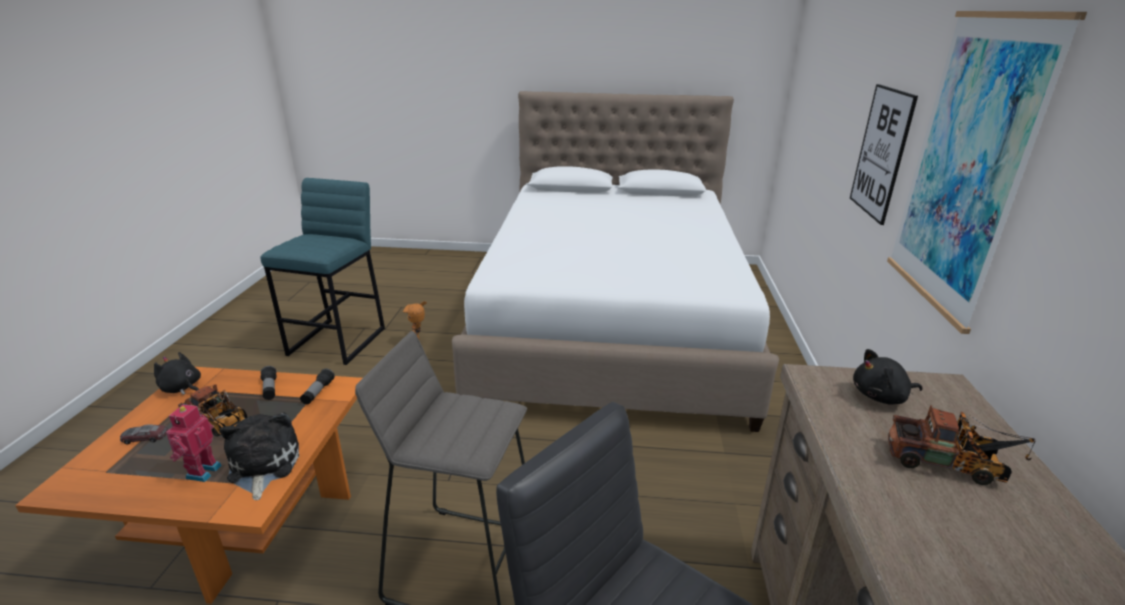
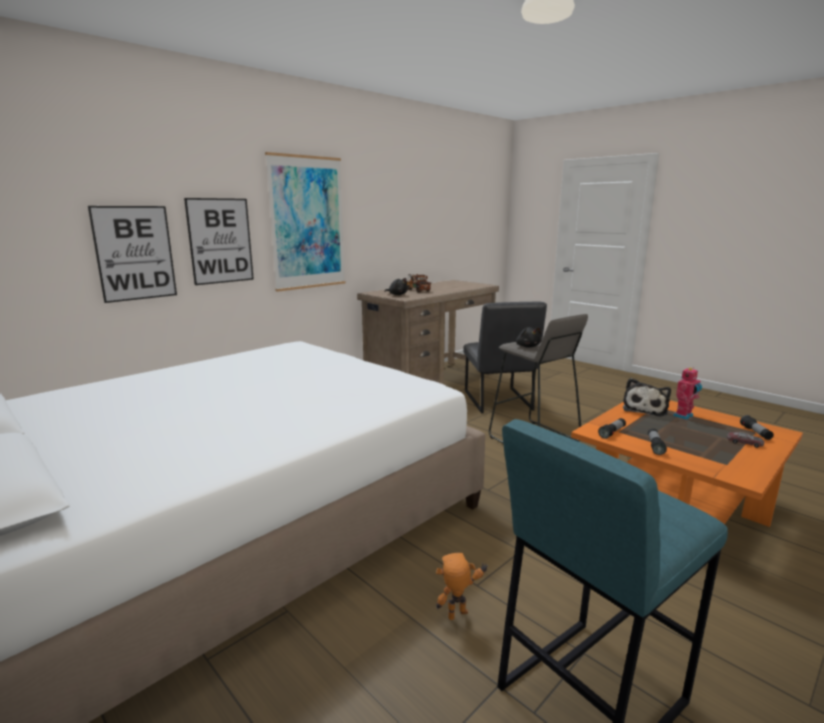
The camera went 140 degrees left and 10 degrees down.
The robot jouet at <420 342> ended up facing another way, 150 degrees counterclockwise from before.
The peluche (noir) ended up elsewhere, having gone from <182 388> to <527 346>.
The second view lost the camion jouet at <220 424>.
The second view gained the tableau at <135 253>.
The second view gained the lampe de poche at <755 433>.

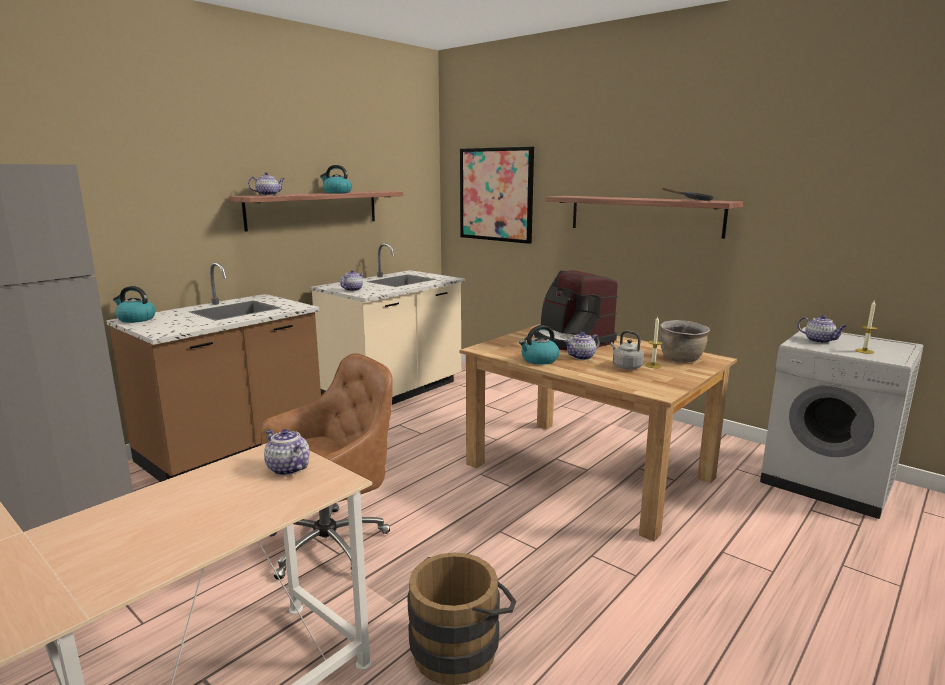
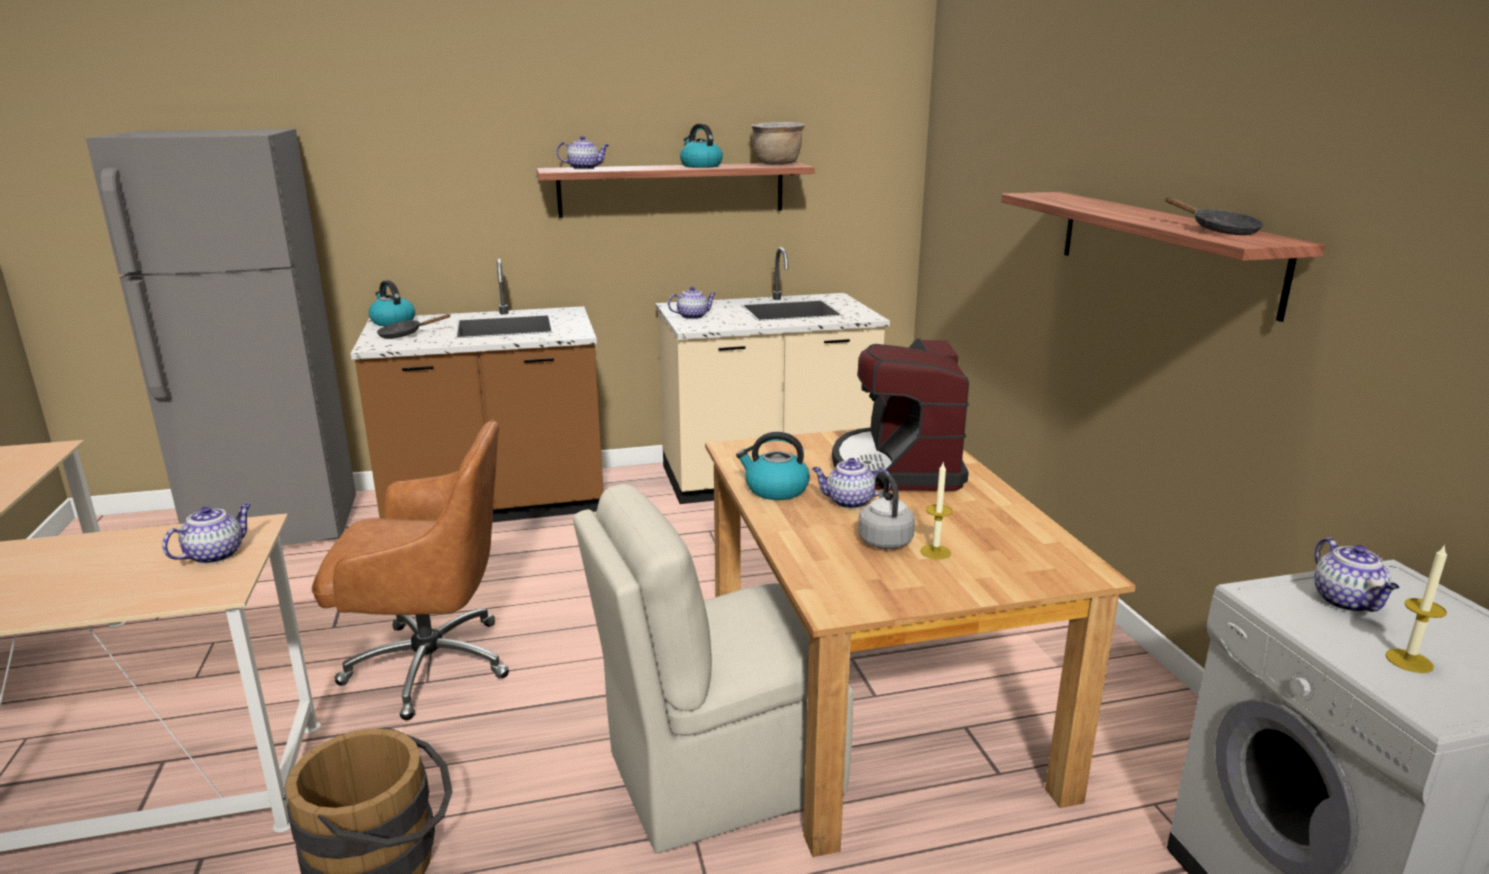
The camera went 35 degrees right and 5 degrees up.
The second view lost the tableau at <496 194>.
The marmite (marron) ended up elsewhere, having gone from <681 359> to <777 164>.
The théière at <287 468> ended up facing another way, 45 degrees clockwise from before.
The second view gained the poêle (noir) at <405 335>.
The second view gained the chaise (beige) at <718 774>.

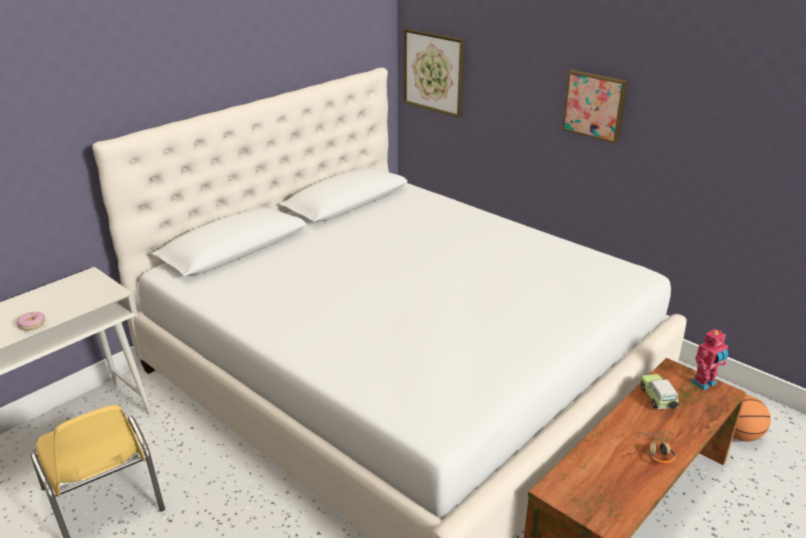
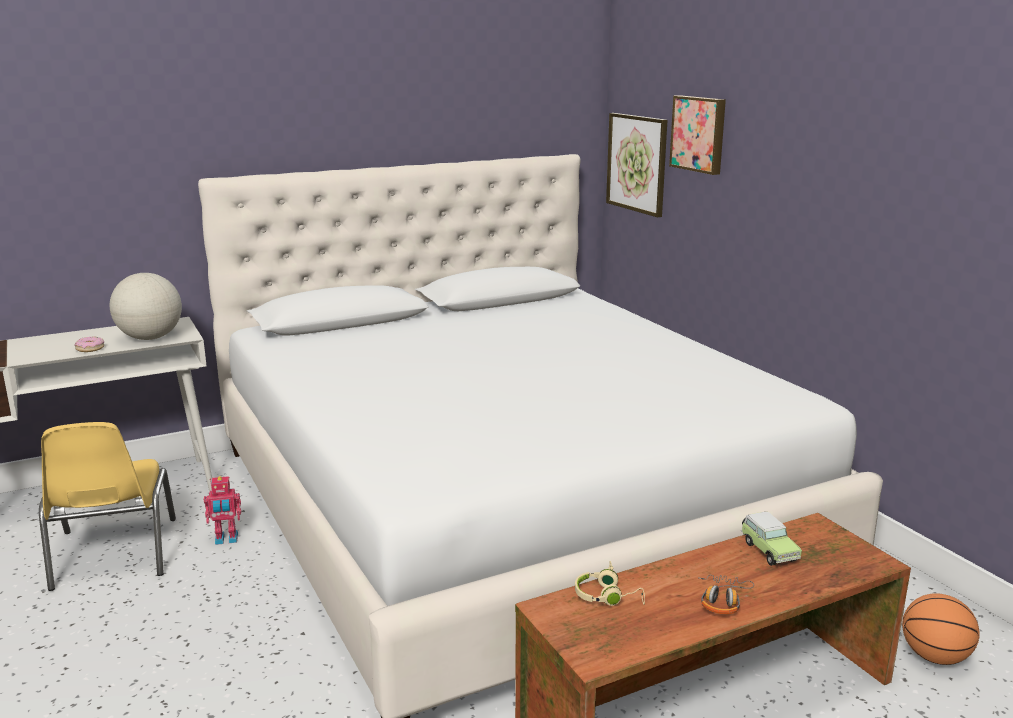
The camera went 20 degrees right and 10 degrees down.
The tableau ended up elsewhere, having gone from <595 105> to <699 134>.
The robot jouet ended up elsewhere, having gone from <704 383> to <226 539>.
The petite voiture at <657 399> ended up facing another way, 150 degrees clockwise from before.
The second view gained the globe at <150 338>.
The second view gained the casque audio (beige) at <608 597>.

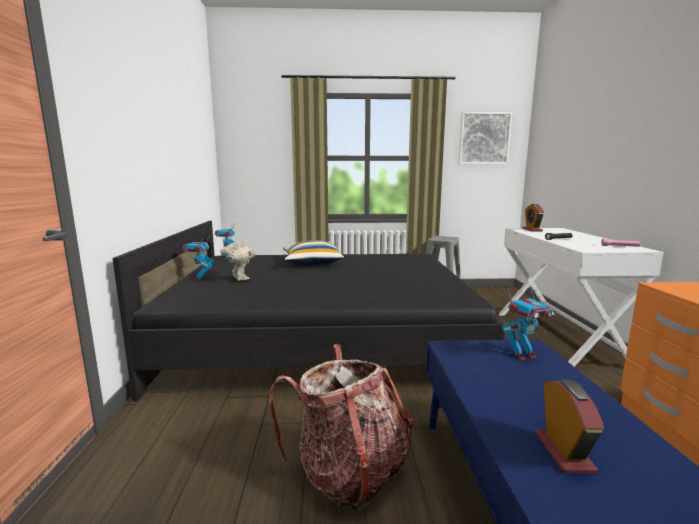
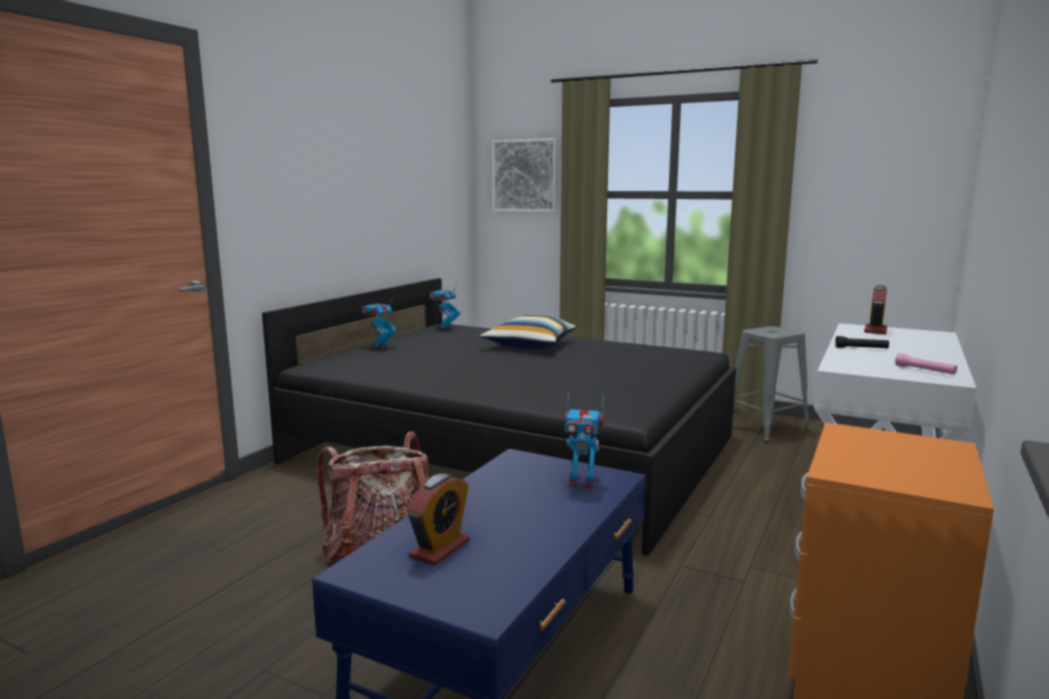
The camera went 30 degrees right and 0 degrees up.
The tableau ended up elsewhere, having gone from <484 138> to <525 176>.
The second view lost the robot jouet at <239 278>.

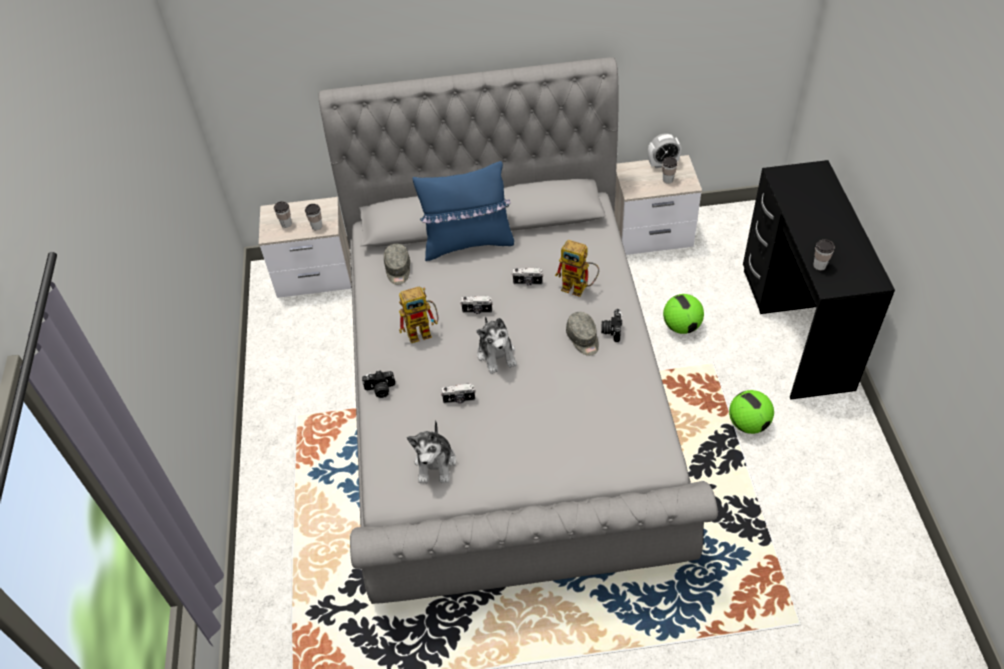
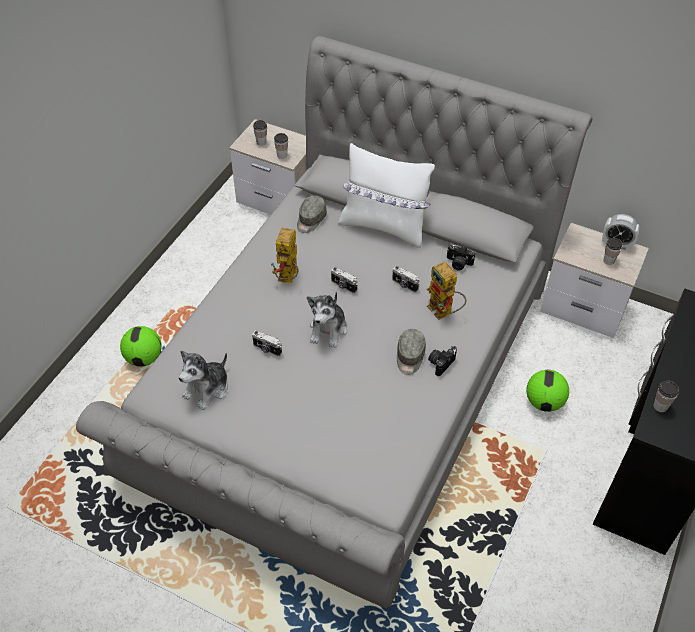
The camera went 30 degrees right and 0 degrees up.
What was the coussin (bleu) at <467 243> turned into the coussin (blanc) at <384 227>.
The robot jouet at <423 331> ended up facing another way, 90 degrees clockwise from before.
The appareil photo ended up elsewhere, having gone from <380 390> to <458 263>.
The ballon de foot ended up elsewhere, having gone from <748 423> to <144 358>.

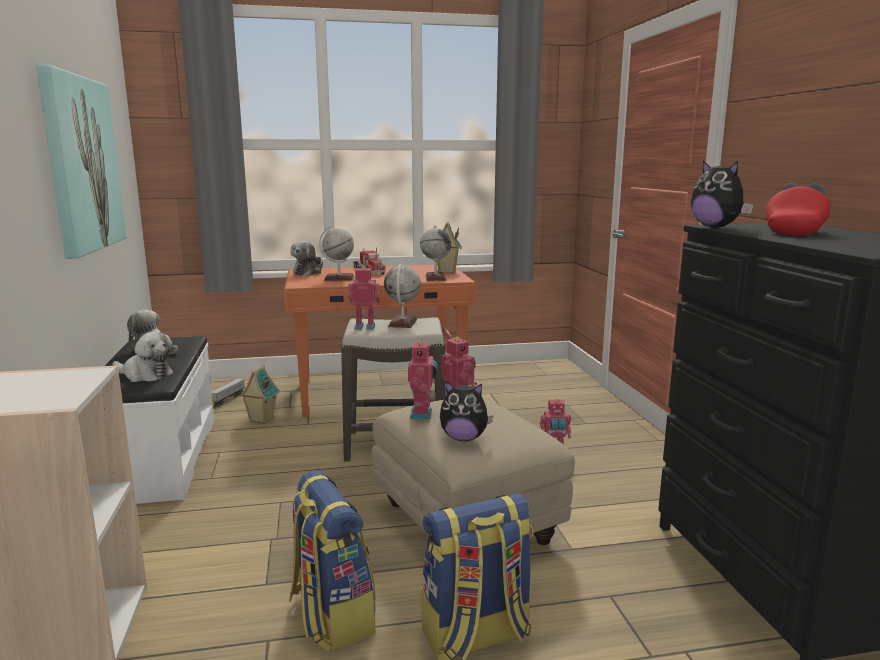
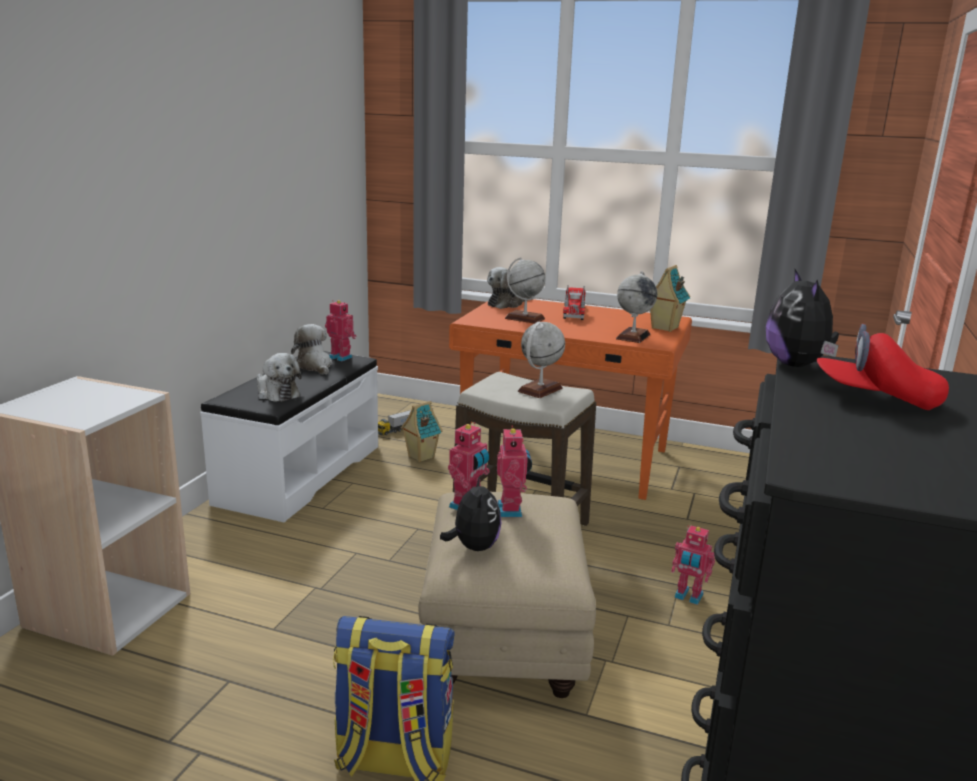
The camera went 30 degrees right and 5 degrees up.
The second view lost the tableau at <81 164>.
The casquette (rouge) at <794 232> ended up facing another way, 135 degrees counterclockwise from before.
The robot jouet ended up elsewhere, having gone from <365 327> to <341 357>.
The peluche at <464 438> ended up facing another way, 135 degrees counterclockwise from before.
The second view lost the sac à dos at <331 616>.

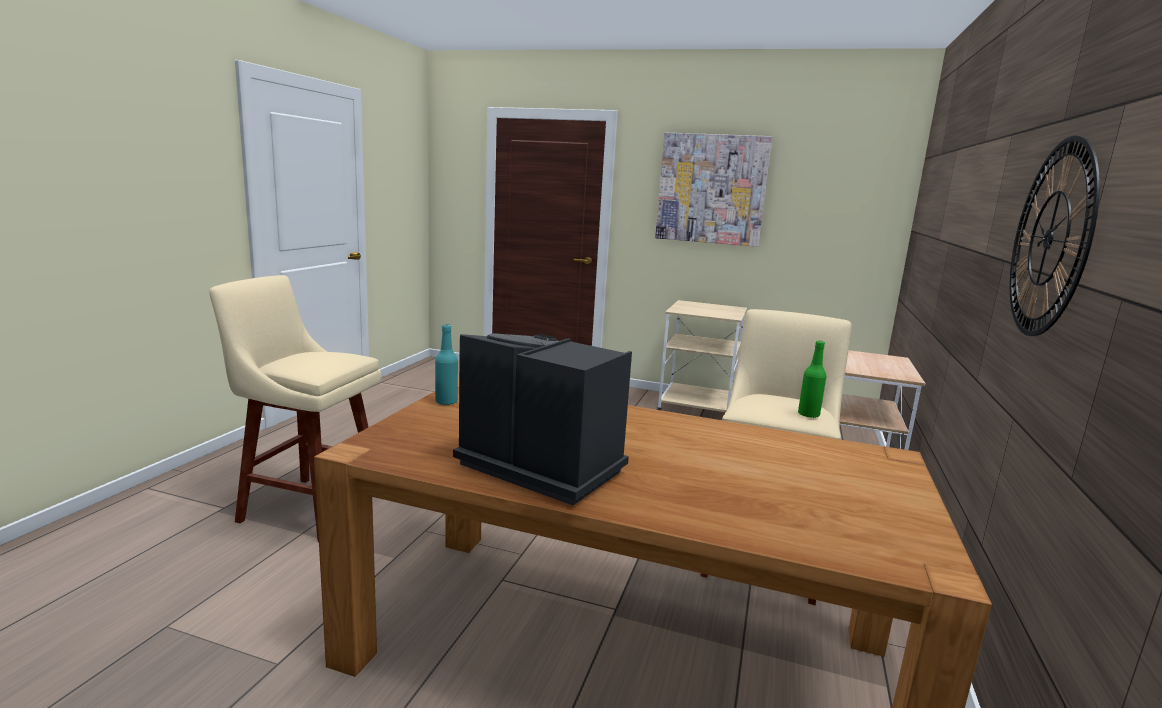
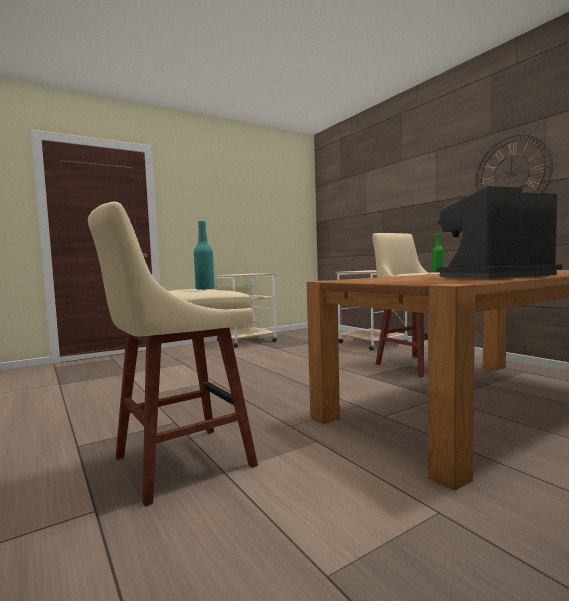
The camera went 50 degrees left and 10 degrees down.
The second view lost the tableau at <711 189>.
The bouteille (turquoise) ended up elsewhere, having gone from <446 402> to <205 289>.

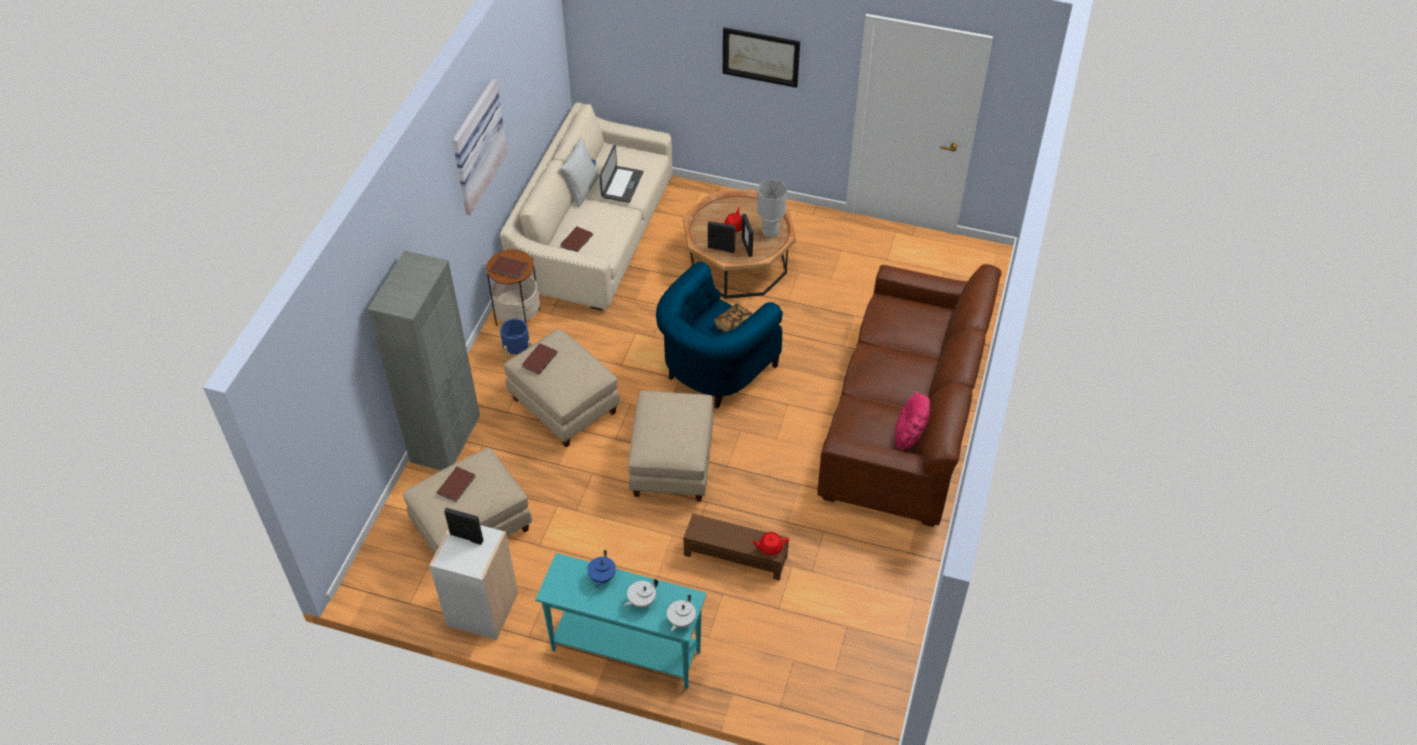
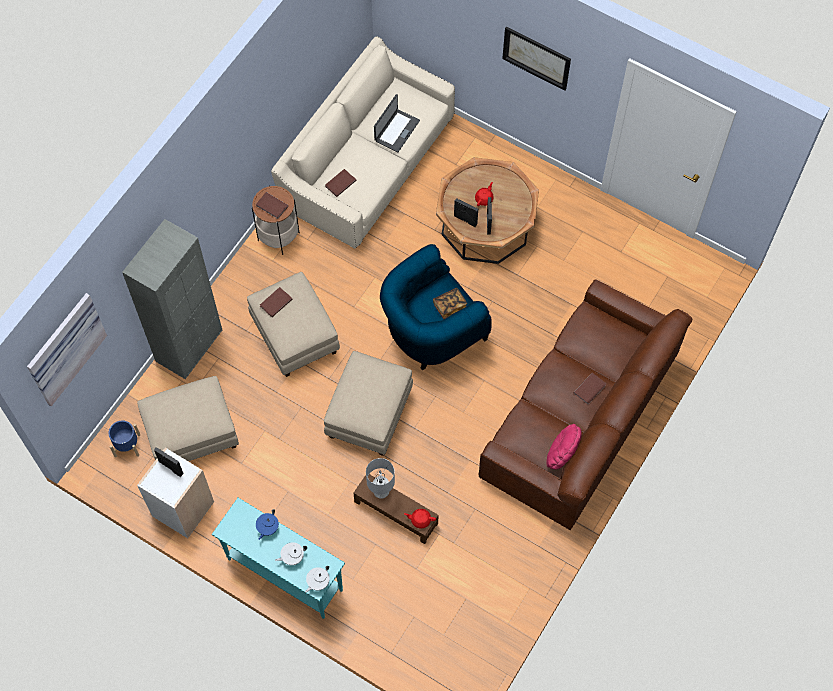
The camera went 15 degrees right and 15 degrees up.
The tableau ended up elsewhere, having gone from <475 146> to <64 347>.
The second view lost the coussin (gris) at <582 190>.
The lampe de table (gris) ended up elsewhere, having gone from <770 233> to <381 492>.
The cache-pot (bleu) ended up elsewhere, having gone from <518 354> to <127 445>.
The livre (marron) ended up elsewhere, having gone from <457 485> to <590 389>.

